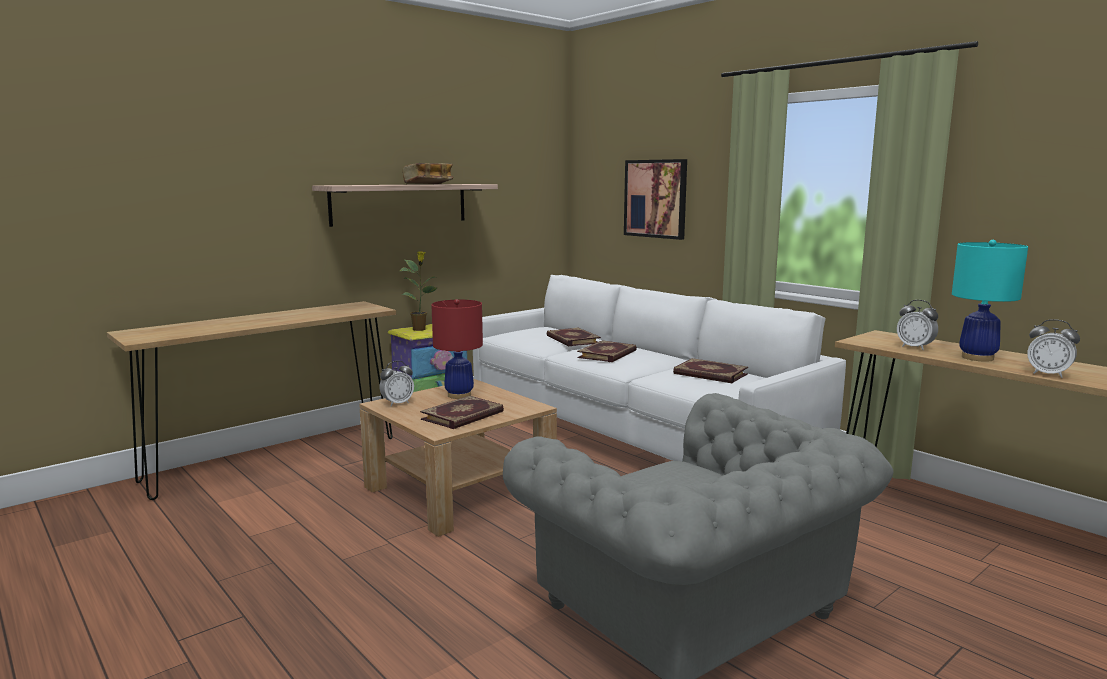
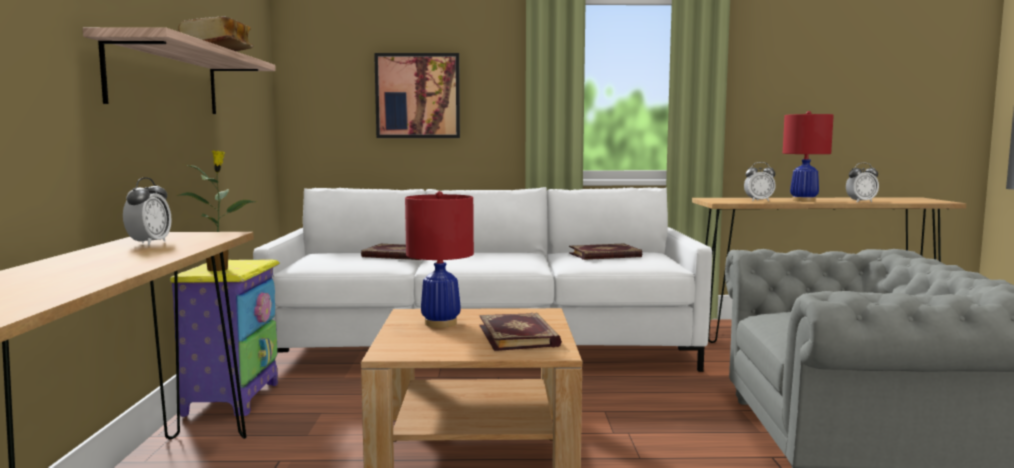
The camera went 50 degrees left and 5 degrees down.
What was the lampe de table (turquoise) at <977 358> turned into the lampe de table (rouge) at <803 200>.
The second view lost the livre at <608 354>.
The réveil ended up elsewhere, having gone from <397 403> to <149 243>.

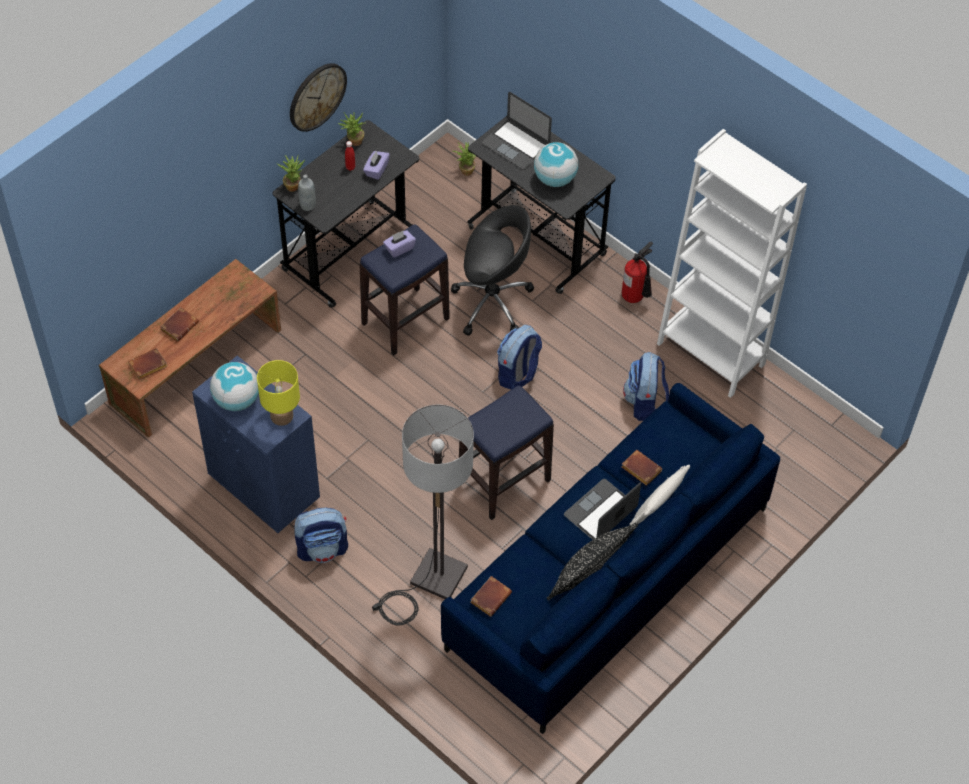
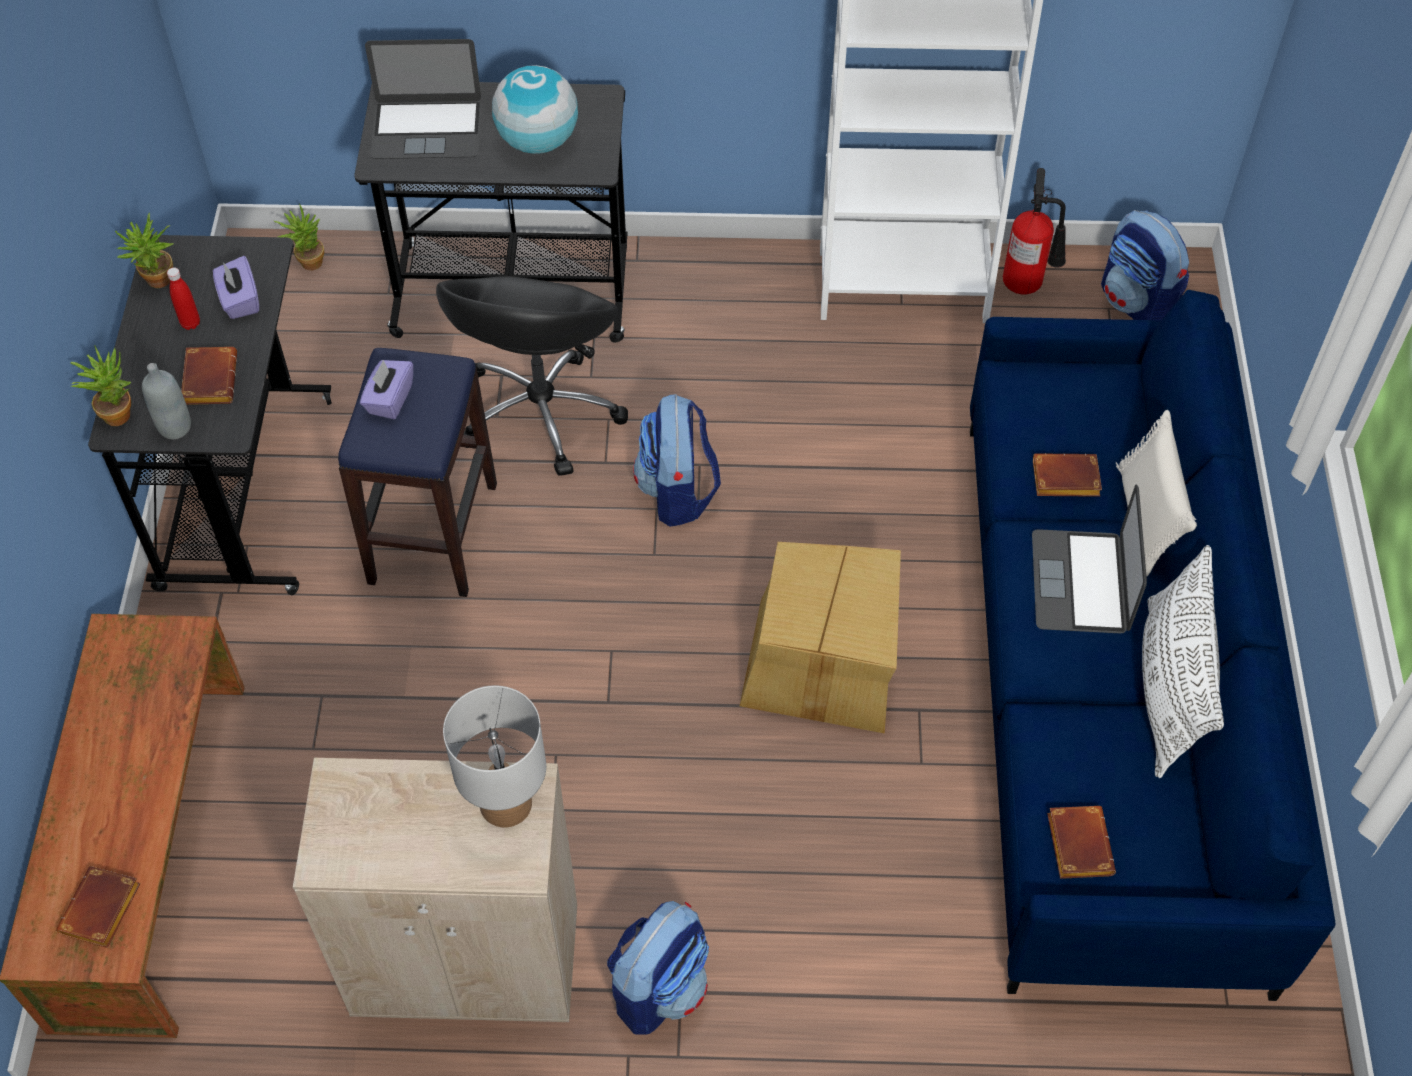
The camera went 40 degrees left and 0 degrees up.
The second view lost the horloge murale at <317 96>.
The chaise de bureau (noir) at <494 302> ended up facing another way, 135 degrees clockwise from before.
The extincteur ended up elsewhere, having gone from <636 297> to <1028 282>.
The livre (marron) ended up elsewhere, having gone from <179 325> to <208 379>.
The sac à dos ended up elsewhere, having gone from <645 402> to <1137 303>.
What was the meuble de rangement (bleu) at <263 489> turned into the meuble de rangement (beige) at <464 967>.
What was the lampe de table (jaune) at <282 416> turned into the lampe de table (gris) at <505 803>.
The second view lost the globe at <236 400>.
Where the tabouret stood at <504 482>, the carton came to stand at <822 663>.
The second view lost the lampadaire at <426 585>.
What was the coussin (noir) at <589 573> turned into the coussin (blanc) at <1169 688>.

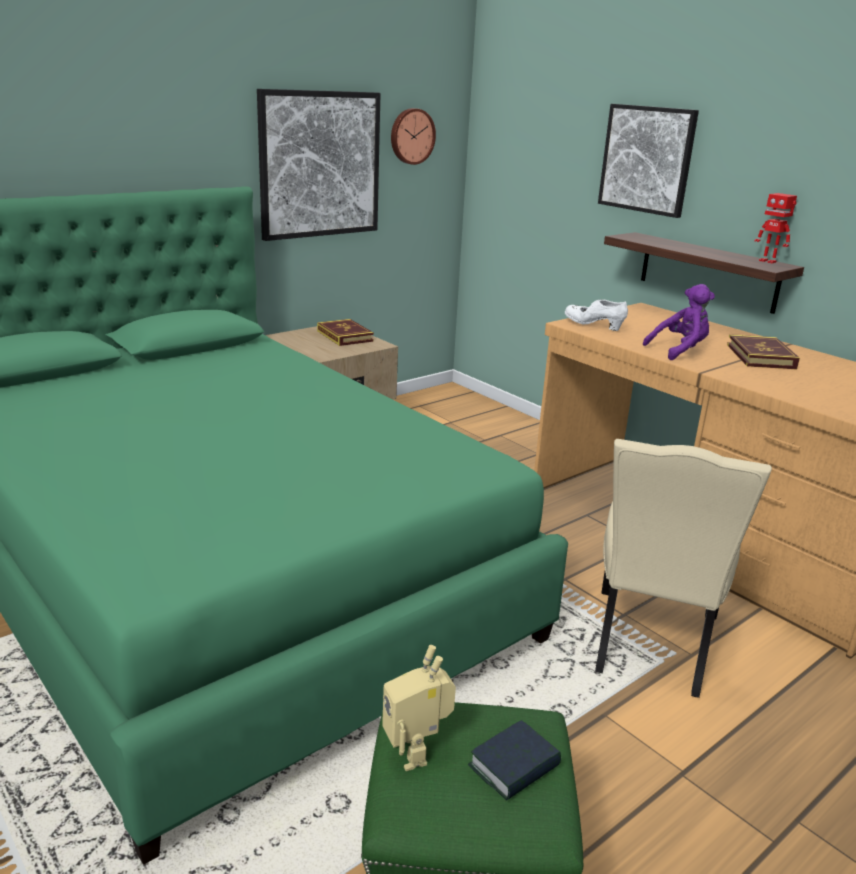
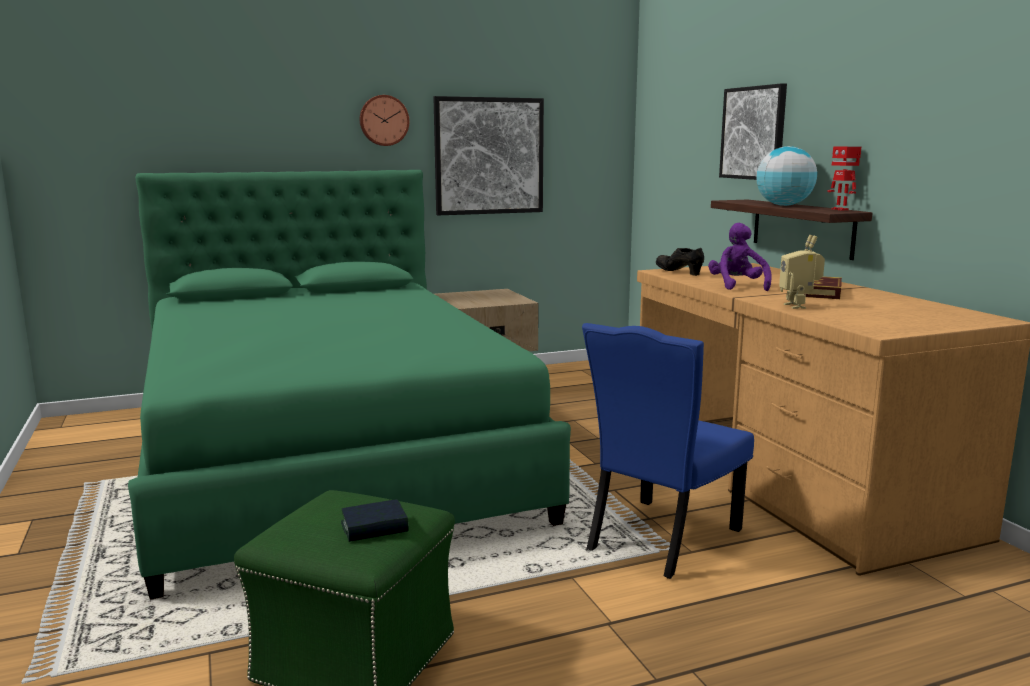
The camera went 20 degrees right and 10 degrees down.
The horloge murale ended up elsewhere, having gone from <411 136> to <384 120>.
The peluche (violet) at <679 351> ended up facing another way, 90 degrees counterclockwise from before.
What was the chaussure (blanc) at <594 326> turned into the chaussure (noir) at <679 272>.
The second view lost the livre at <344 336>.
What was the chaise (beige) at <652 638> turned into the chaise (bleu) at <662 536>.
The robot jouet ended up elsewhere, having gone from <416 752> to <799 306>.
The second view gained the globe at <783 205>.

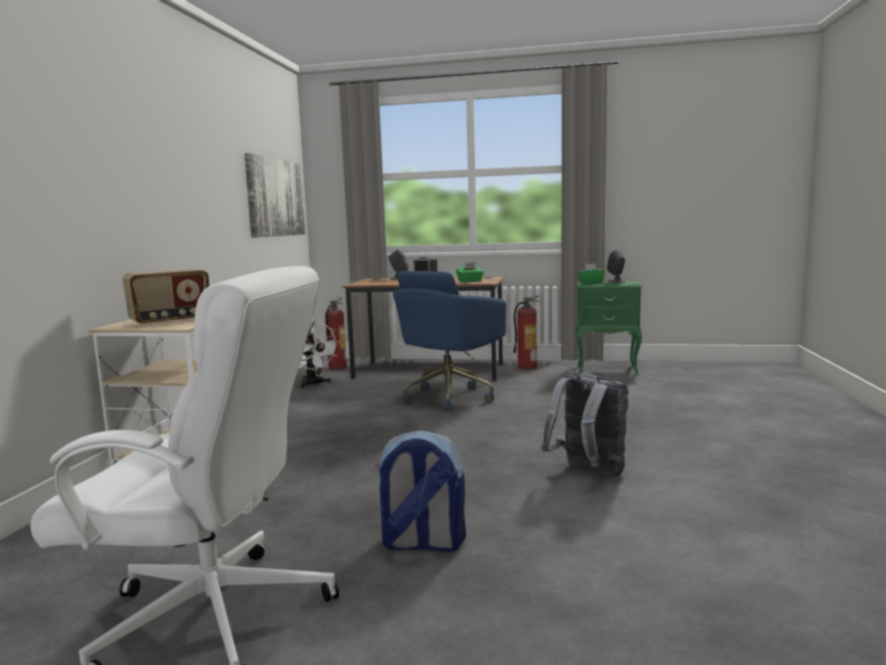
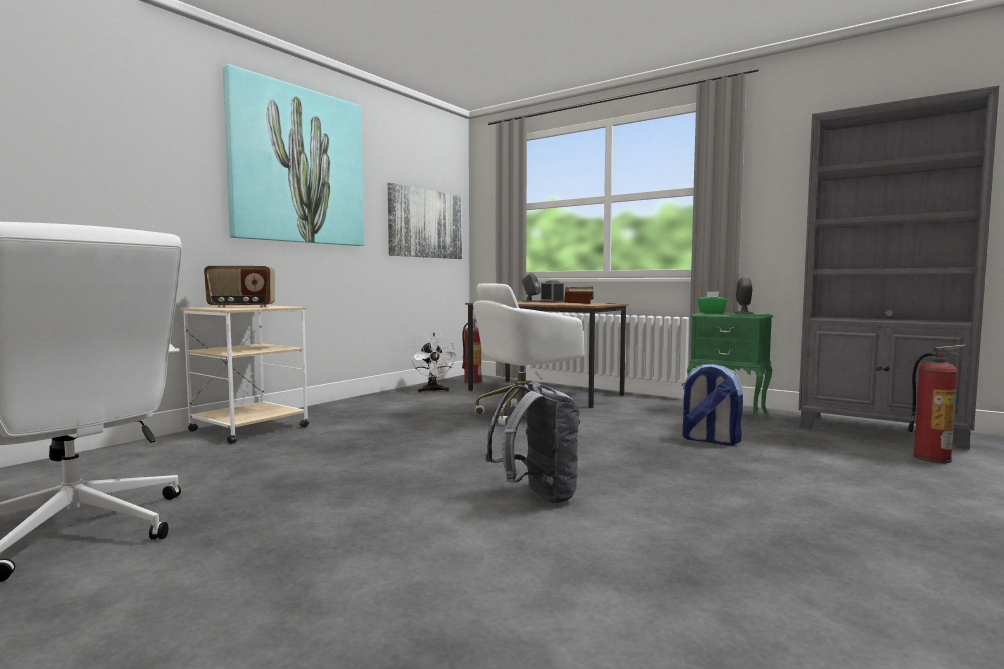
The camera went 25 degrees right and 5 degrees down.
Where the boîte à mouchoirs (vert) stood at <470 281>, the livre (marron) came to stand at <579 304>.
What was the chaise de bureau (bleu) at <451 397> turned into the chaise de bureau (blanc) at <525 415>.
The extincteur ended up elsewhere, having gone from <527 367> to <932 458>.
The sac à dos ended up elsewhere, having gone from <421 543> to <709 440>.
The second view gained the tableau at <298 166>.
The second view gained the bibliothèque (gris) at <882 430>.

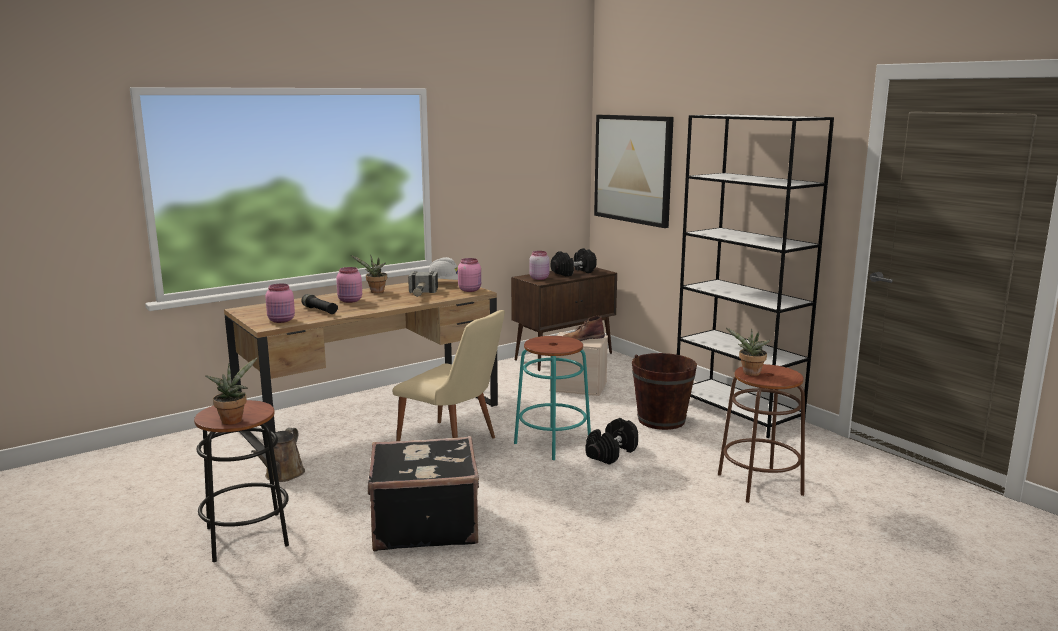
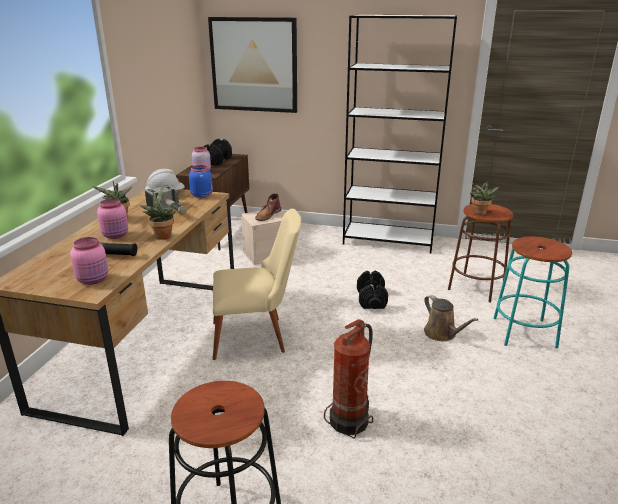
The camera went 40 degrees left and 10 degrees up.
What was the bocal (rose) at <470 290> turned into the bocal (bleu) at <202 195>.
The tabouret (turquoise) ended up elsewhere, having gone from <552 443> to <524 332>.
The second view lost the seau (marron) at <661 420>.
The plante en pot ended up elsewhere, having gone from <233 419> to <162 235>.
The arrosoir (marron) ended up elsewhere, having gone from <282 475> to <442 334>.
Where the valise (noir) stood at <424 524>, the extincteur came to stand at <351 420>.

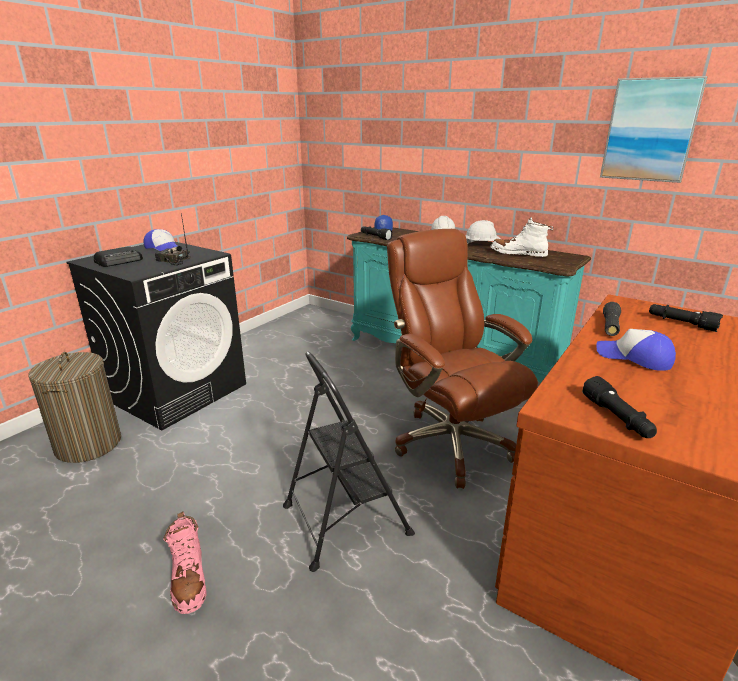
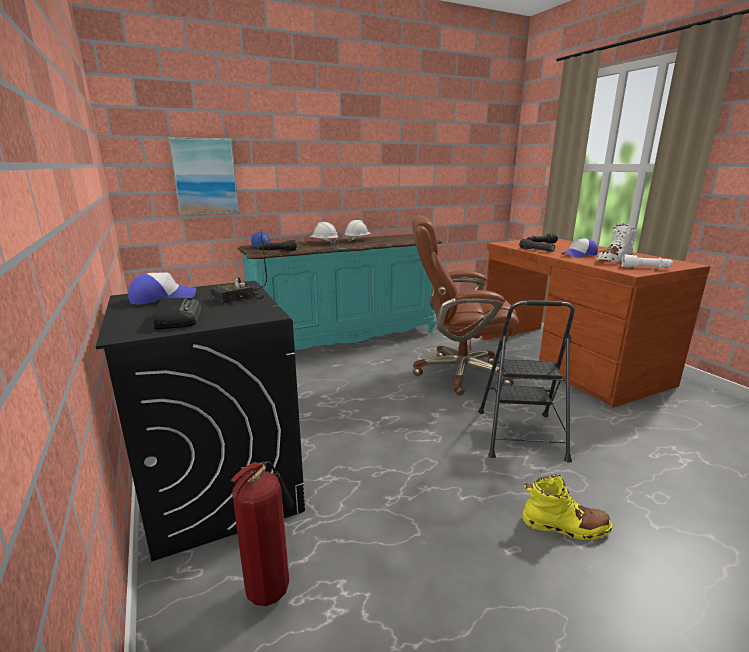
The camera went 60 degrees left and 5 degrees down.
The tableau ended up elsewhere, having gone from <650 130> to <205 176>.
The botte (blanc) ended up elsewhere, having gone from <518 254> to <613 260>.
Where the panier à linge stood at <88 444>, the extincteur came to stand at <270 587>.
What was the lampe de poche (noir) at <617 418> turned into the lampe de poche (blanc) at <645 268>.
What was the botte (rose) at <189 579> turned into the botte (jaune) at <565 526>.

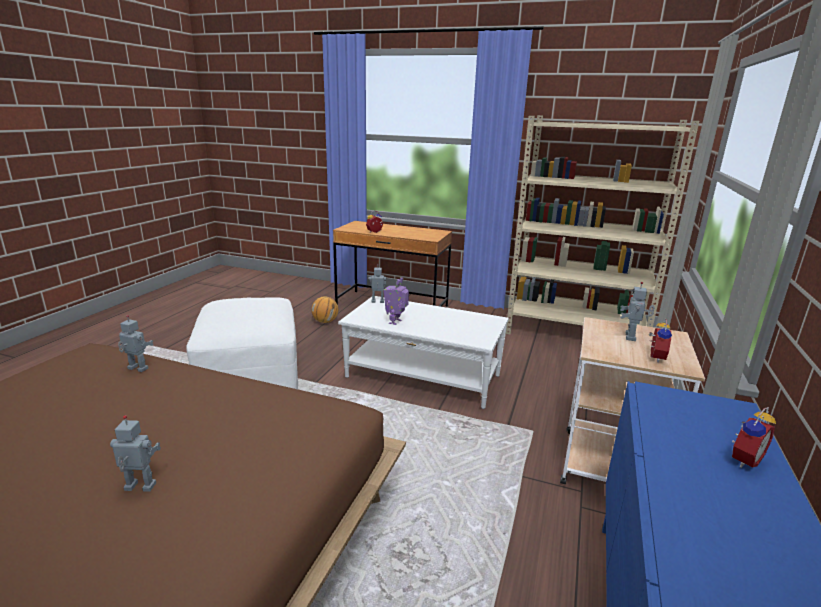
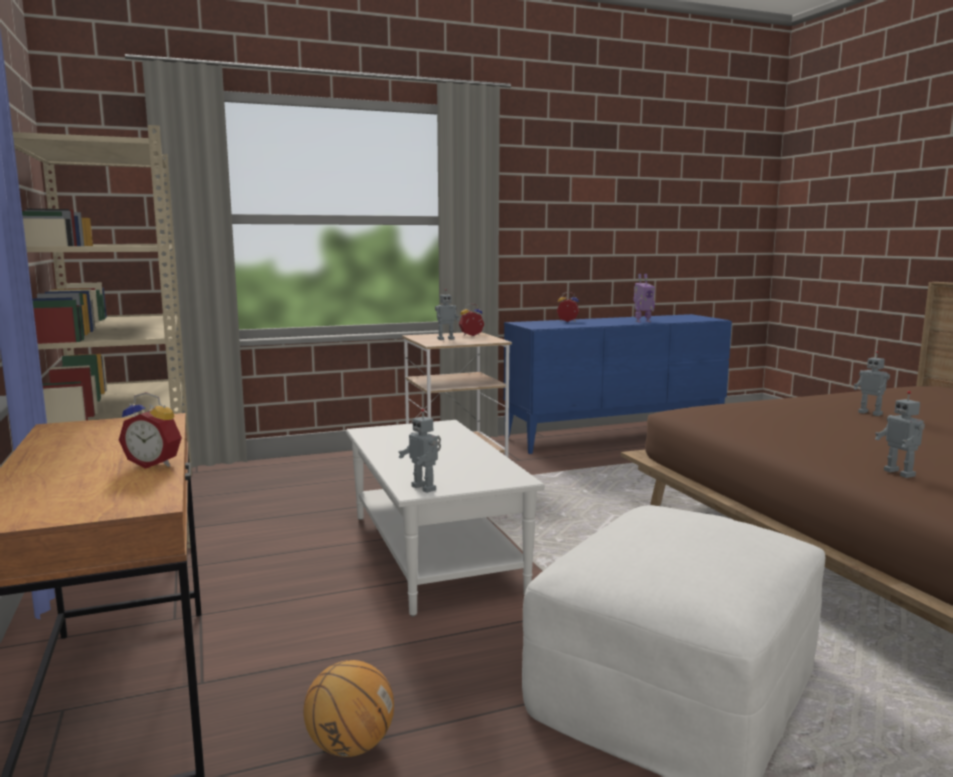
The camera went 130 degrees left and 10 degrees down.
The robot jouet ended up elsewhere, having gone from <396 322> to <642 321>.

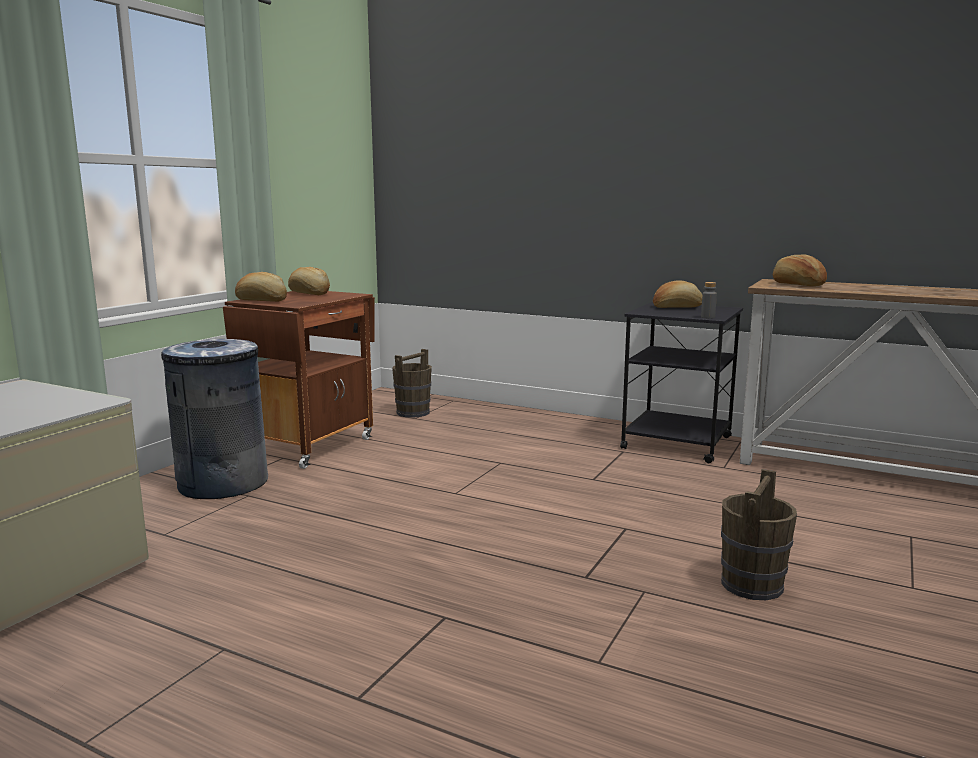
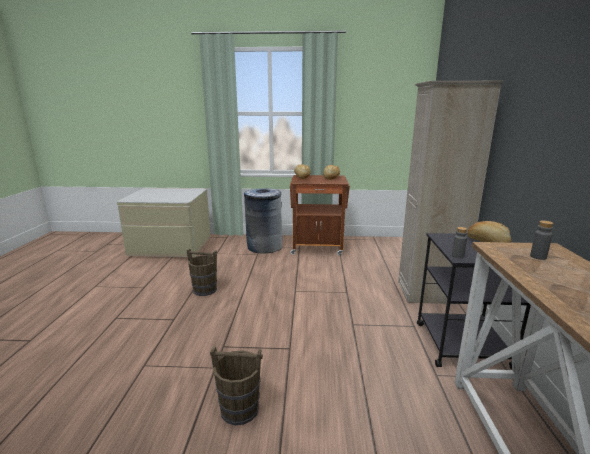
The camera went 65 degrees right and 5 degrees up.
Where the pain stood at <797 284>, the bouteille (gris) came to stand at <538 257>.
The seau (marron) ended up elsewhere, having gone from <413 412> to <205 290>.
The second view gained the meuble de rangement (beige) at <428 293>.

